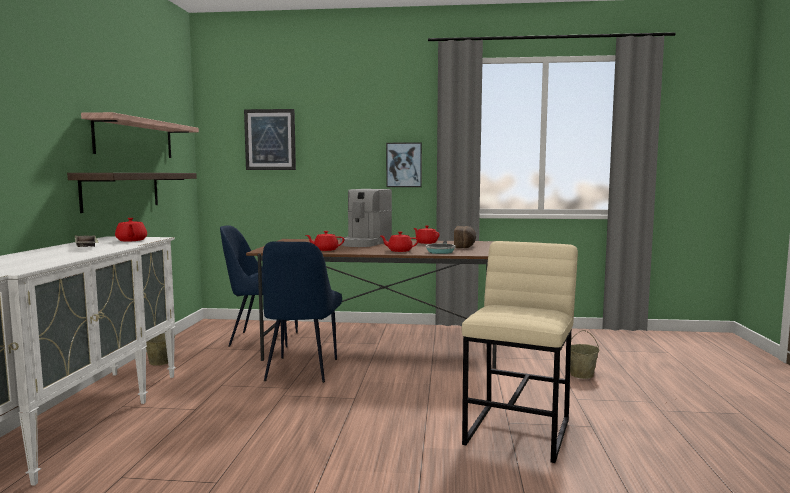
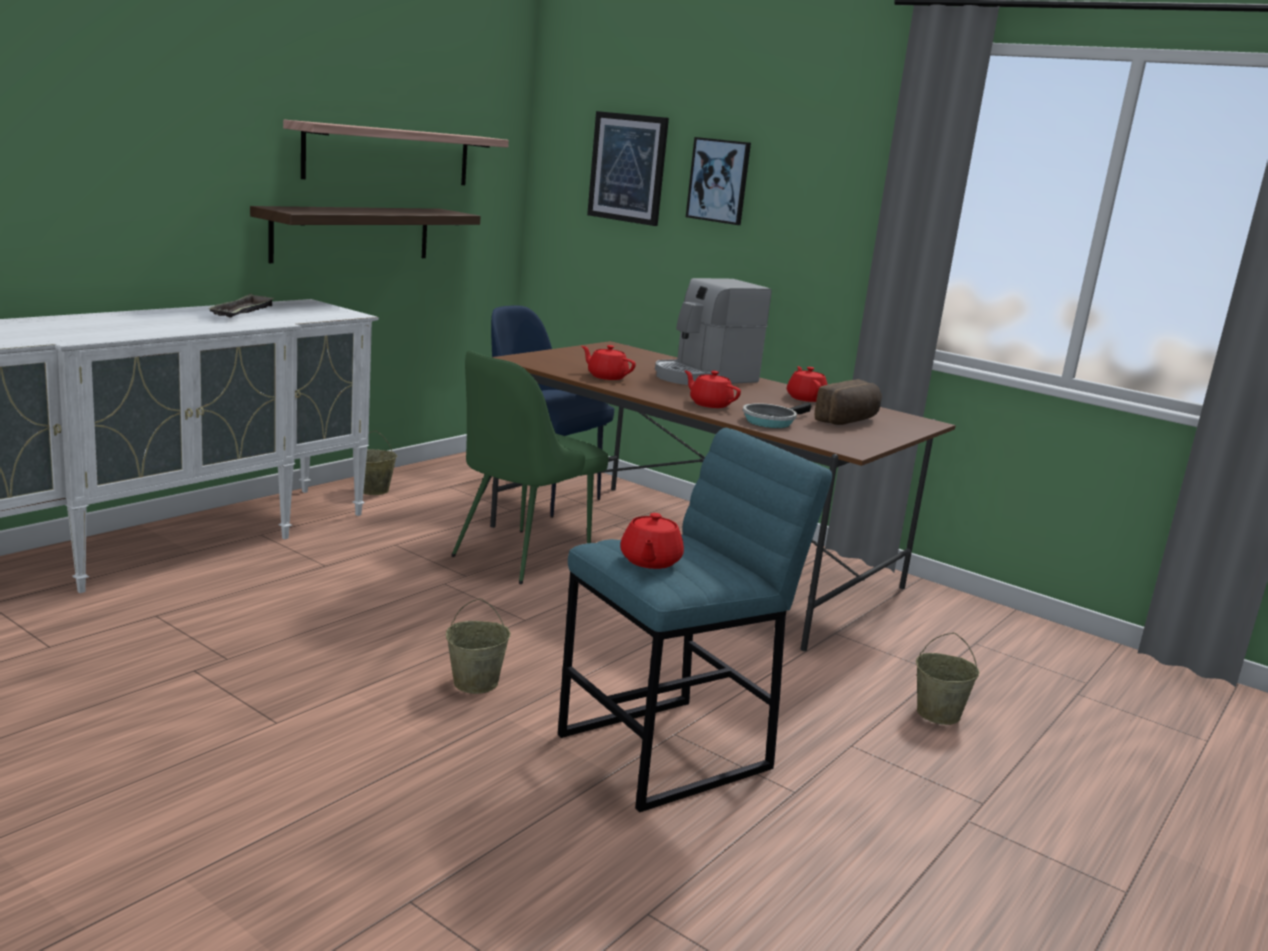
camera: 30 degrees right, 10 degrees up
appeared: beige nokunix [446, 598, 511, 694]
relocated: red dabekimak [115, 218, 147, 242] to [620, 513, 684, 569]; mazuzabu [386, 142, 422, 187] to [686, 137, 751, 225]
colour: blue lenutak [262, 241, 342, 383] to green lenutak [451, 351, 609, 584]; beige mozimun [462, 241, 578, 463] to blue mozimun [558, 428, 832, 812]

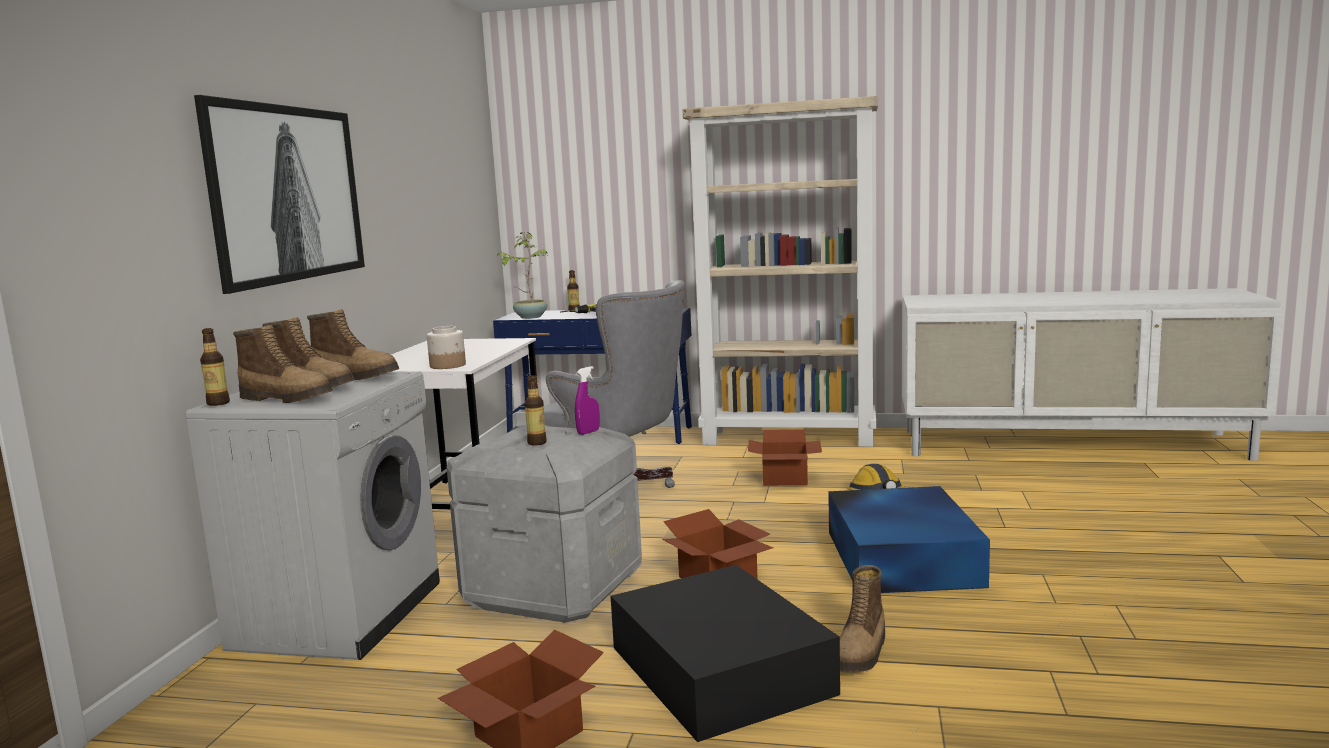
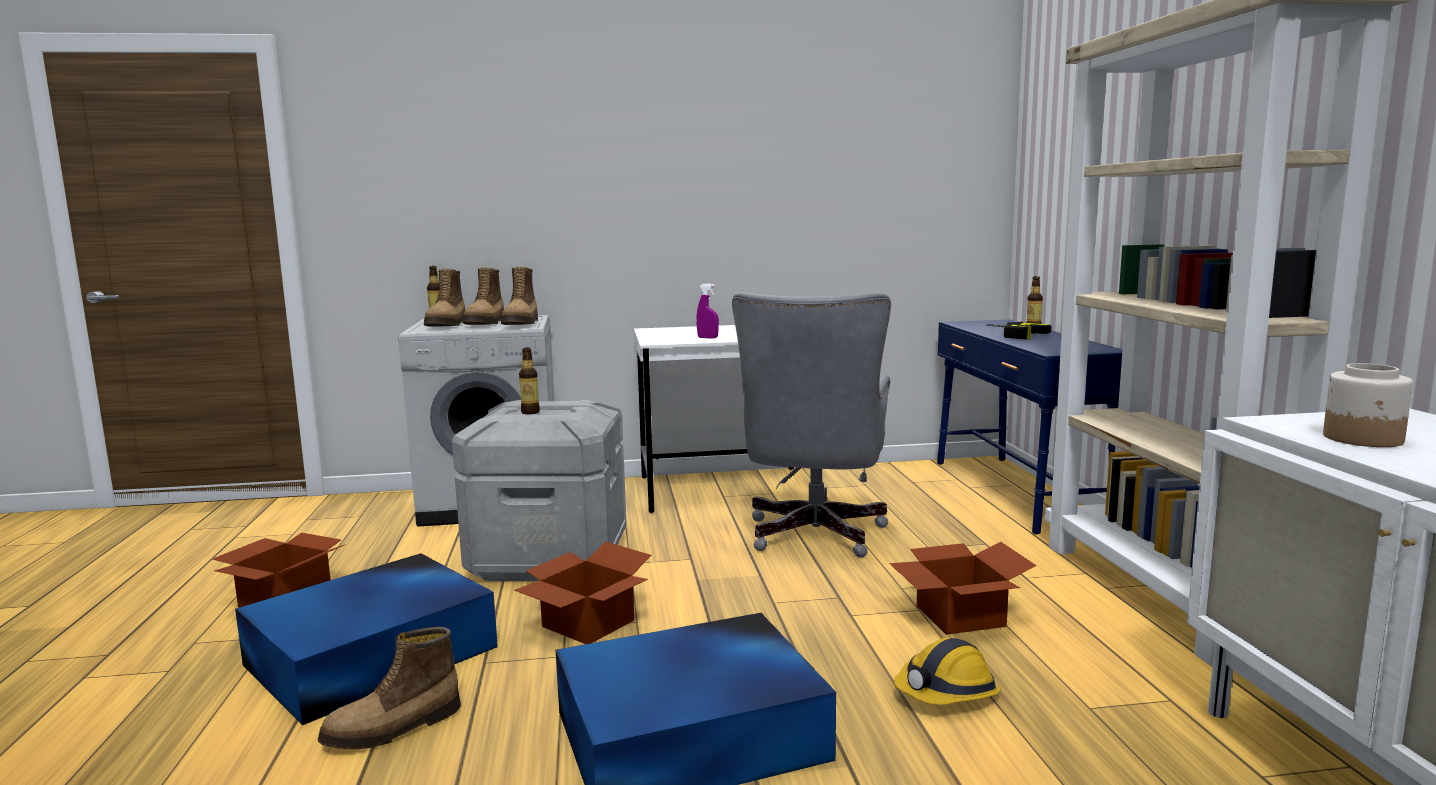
camera: 70 degrees right, 0 degrees up
missing: mazuzabu [194, 95, 365, 294]; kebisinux [497, 232, 549, 319]
relocated: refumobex [427, 326, 466, 369] to [1323, 363, 1413, 447]; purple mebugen [575, 366, 600, 435] to [696, 284, 719, 339]
colour: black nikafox [611, 565, 840, 742] to blue nikafox [235, 553, 498, 725]
spun: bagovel [840, 565, 885, 673] = [318, 627, 461, 749] 45 degrees counterclockwise

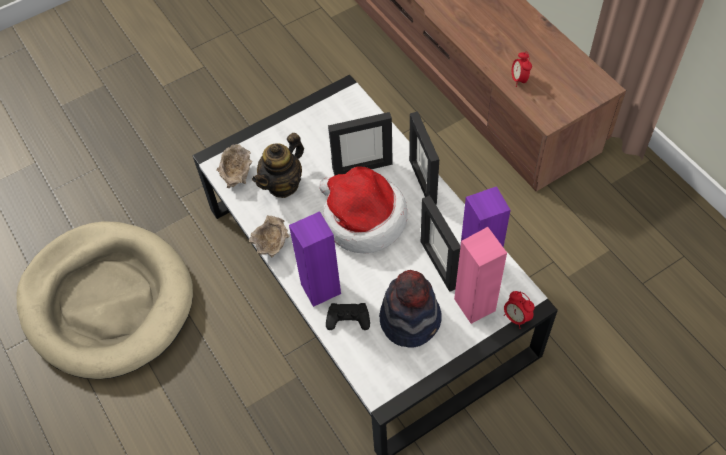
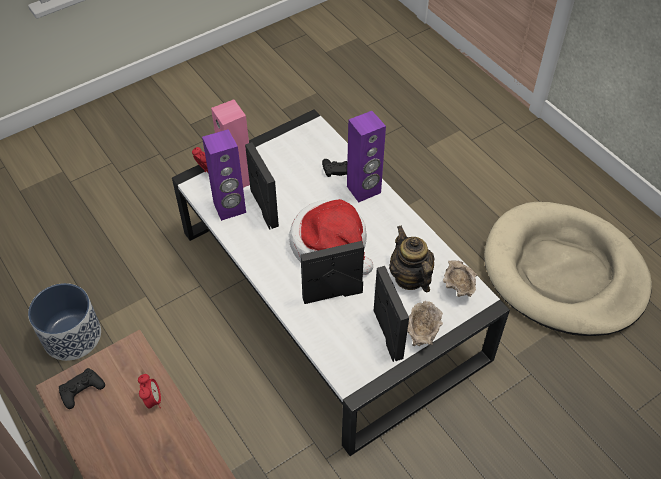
camera: 175 degrees right, 5 degrees down
missing: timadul [379, 270, 442, 347]
appeared: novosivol [28, 283, 101, 361]; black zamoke [59, 368, 105, 409]
relocated: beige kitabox [249, 215, 289, 257] to [407, 301, 443, 346]; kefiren [409, 111, 439, 205] to [374, 266, 409, 362]
spun: dabekimak [252, 133, 304, 198] = [389, 226, 435, 292] 60 degrees counterclockwise

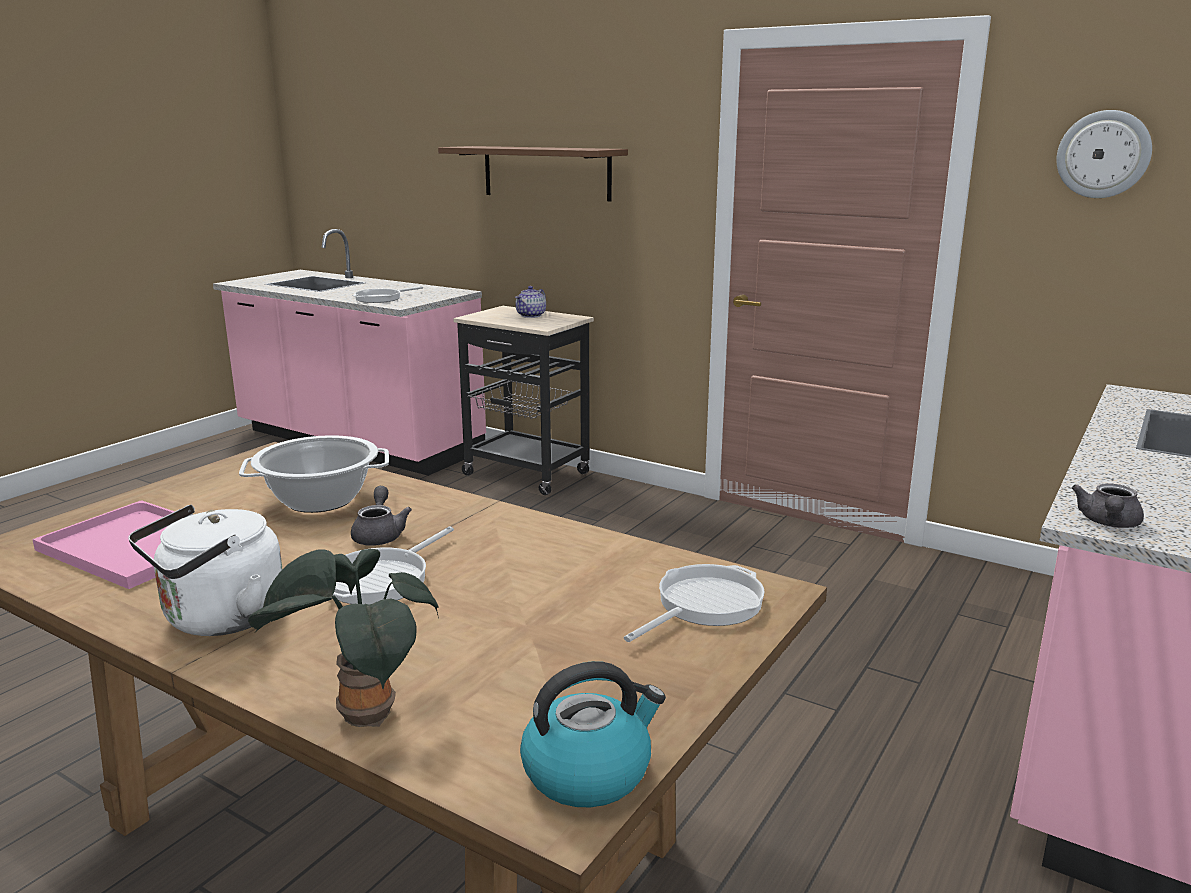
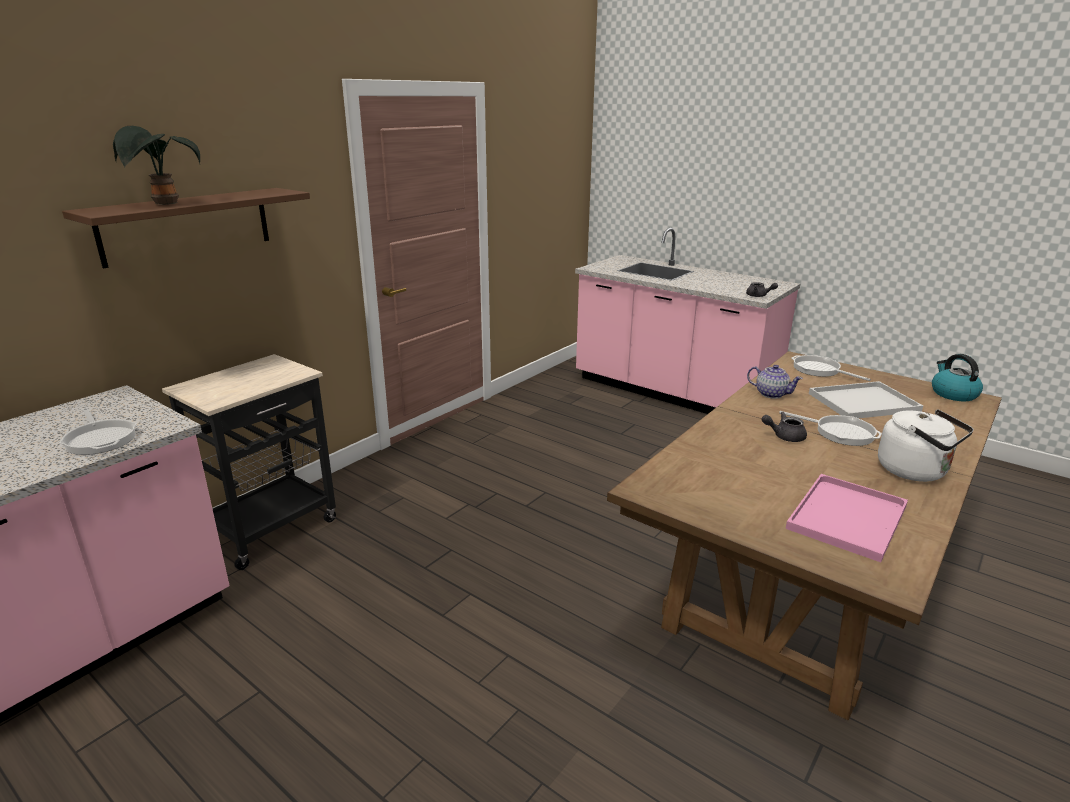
camera: 85 degrees left, 5 degrees up
missing: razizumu [239, 435, 389, 513]; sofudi [1056, 110, 1152, 198]
appeared: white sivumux [809, 381, 923, 418]
relocated: kebisinux [248, 549, 439, 727] to [113, 126, 200, 205]; dabekimak [515, 286, 546, 318] to [747, 365, 803, 399]

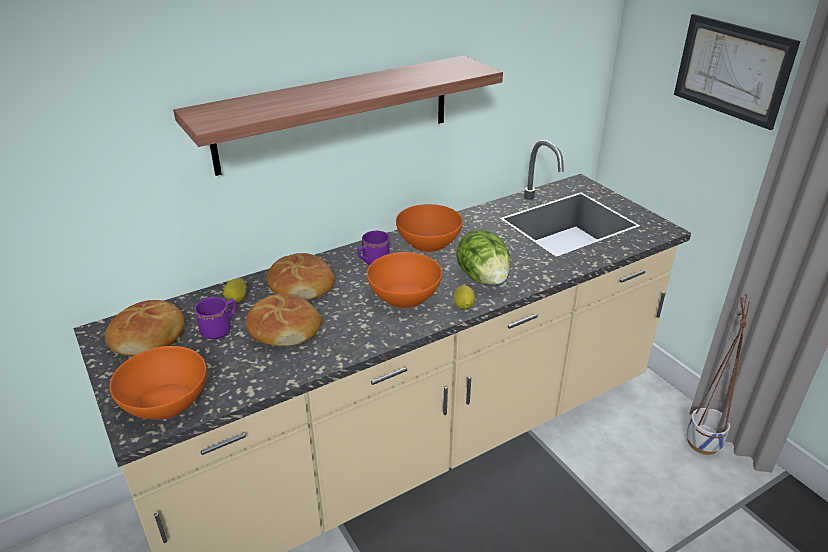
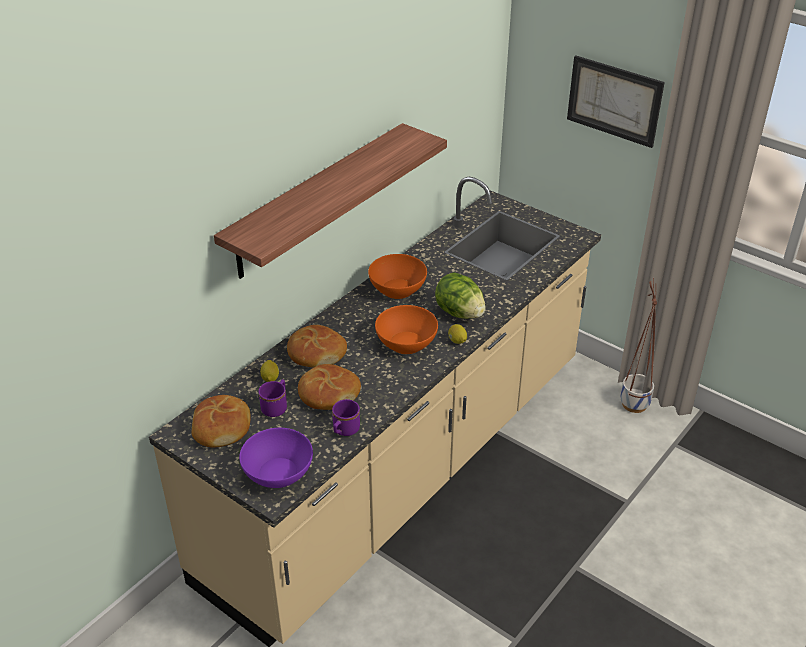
camera: 20 degrees left, 5 degrees up
relocated: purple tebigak [357, 231, 390, 265] to [332, 399, 360, 436]
colour: orange kitabox [109, 346, 207, 420] to purple kitabox [239, 428, 313, 488]

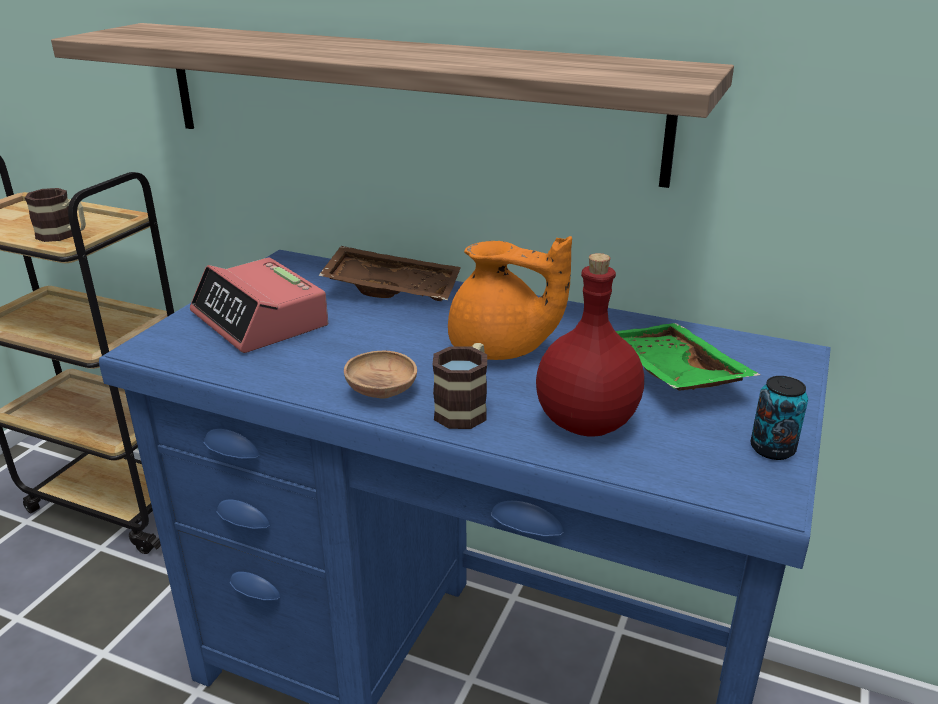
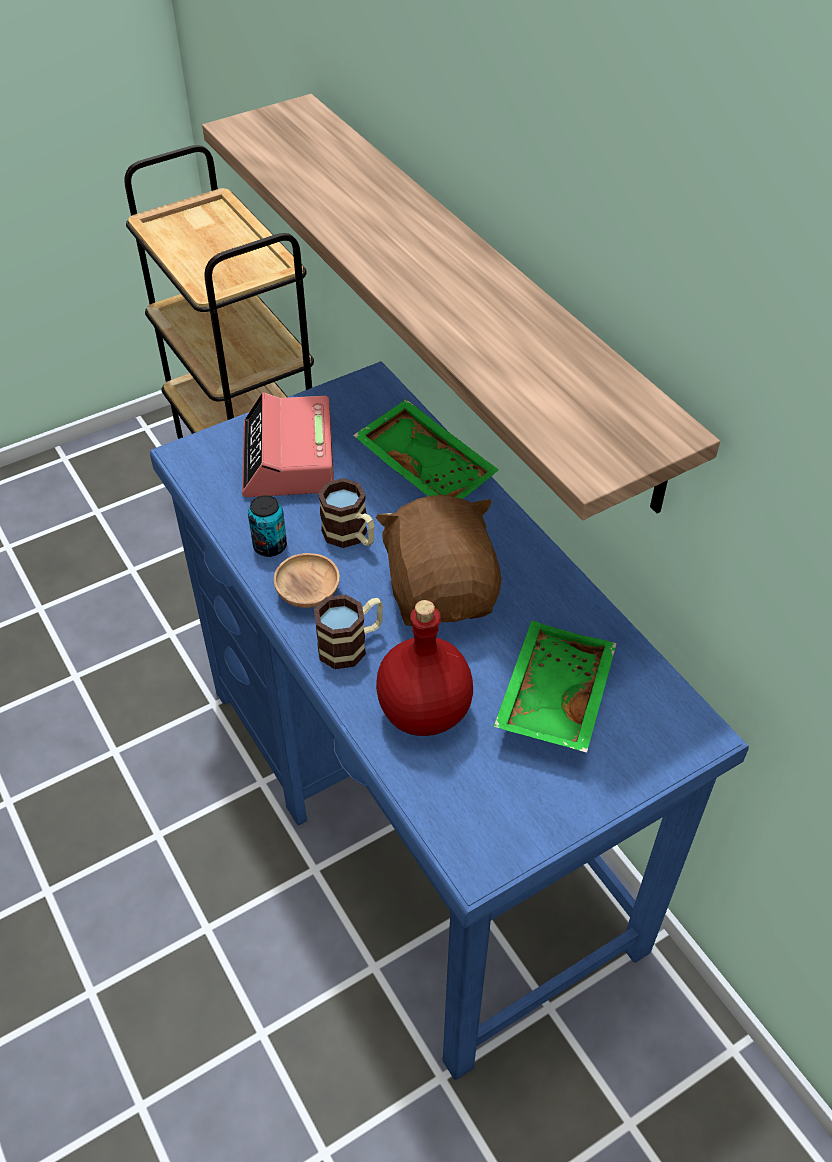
camera: 35 degrees right, 20 degrees up
relocated: tebigak [24, 188, 86, 242] to [318, 478, 375, 548]; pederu [750, 376, 808, 460] to [248, 495, 287, 557]
exchanged: orange dabekimak [448, 236, 572, 360] to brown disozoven [376, 495, 502, 626]
colour: brown sivumux [318, 246, 461, 301] to green sivumux [353, 399, 499, 499]

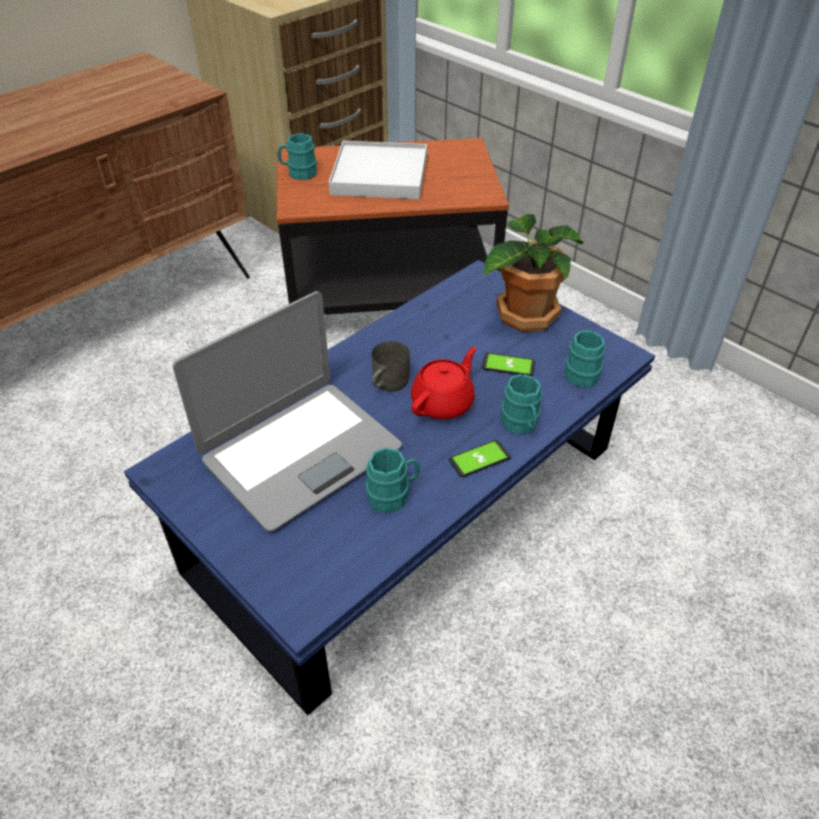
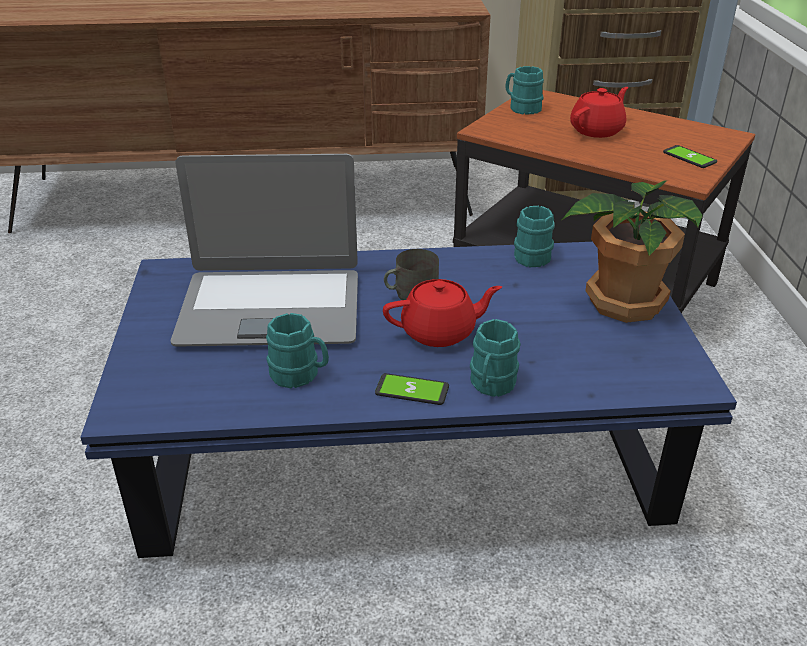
camera: 40 degrees right, 10 degrees down
relocated: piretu [482, 353, 535, 376] to [663, 145, 717, 168]; turquoise tebigak [565, 330, 605, 388] to [514, 206, 555, 267]
exchanged: white sivumux [329, 141, 427, 199] to red dabekimak [570, 87, 628, 138]

